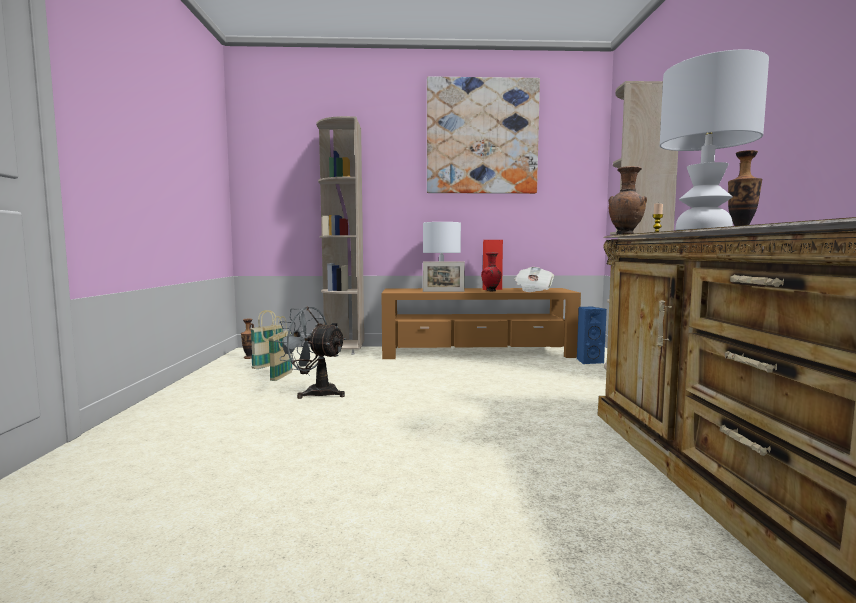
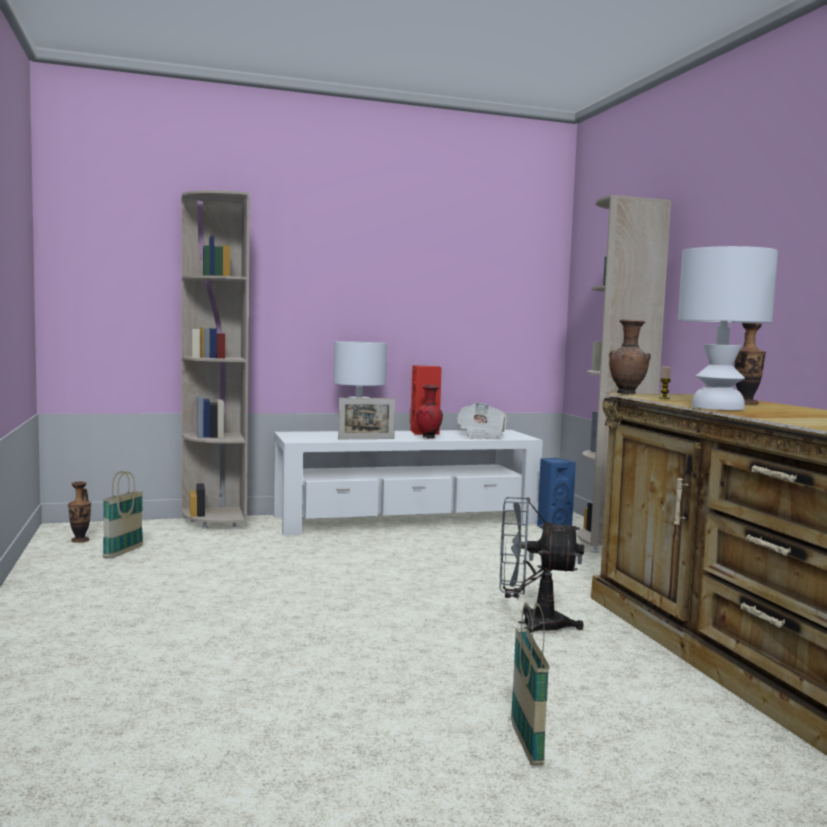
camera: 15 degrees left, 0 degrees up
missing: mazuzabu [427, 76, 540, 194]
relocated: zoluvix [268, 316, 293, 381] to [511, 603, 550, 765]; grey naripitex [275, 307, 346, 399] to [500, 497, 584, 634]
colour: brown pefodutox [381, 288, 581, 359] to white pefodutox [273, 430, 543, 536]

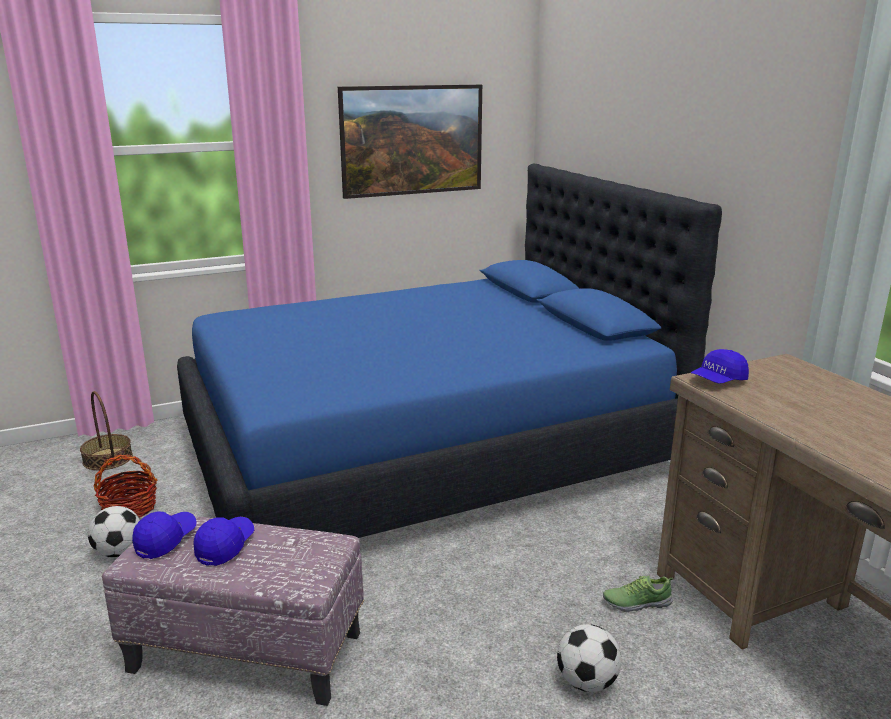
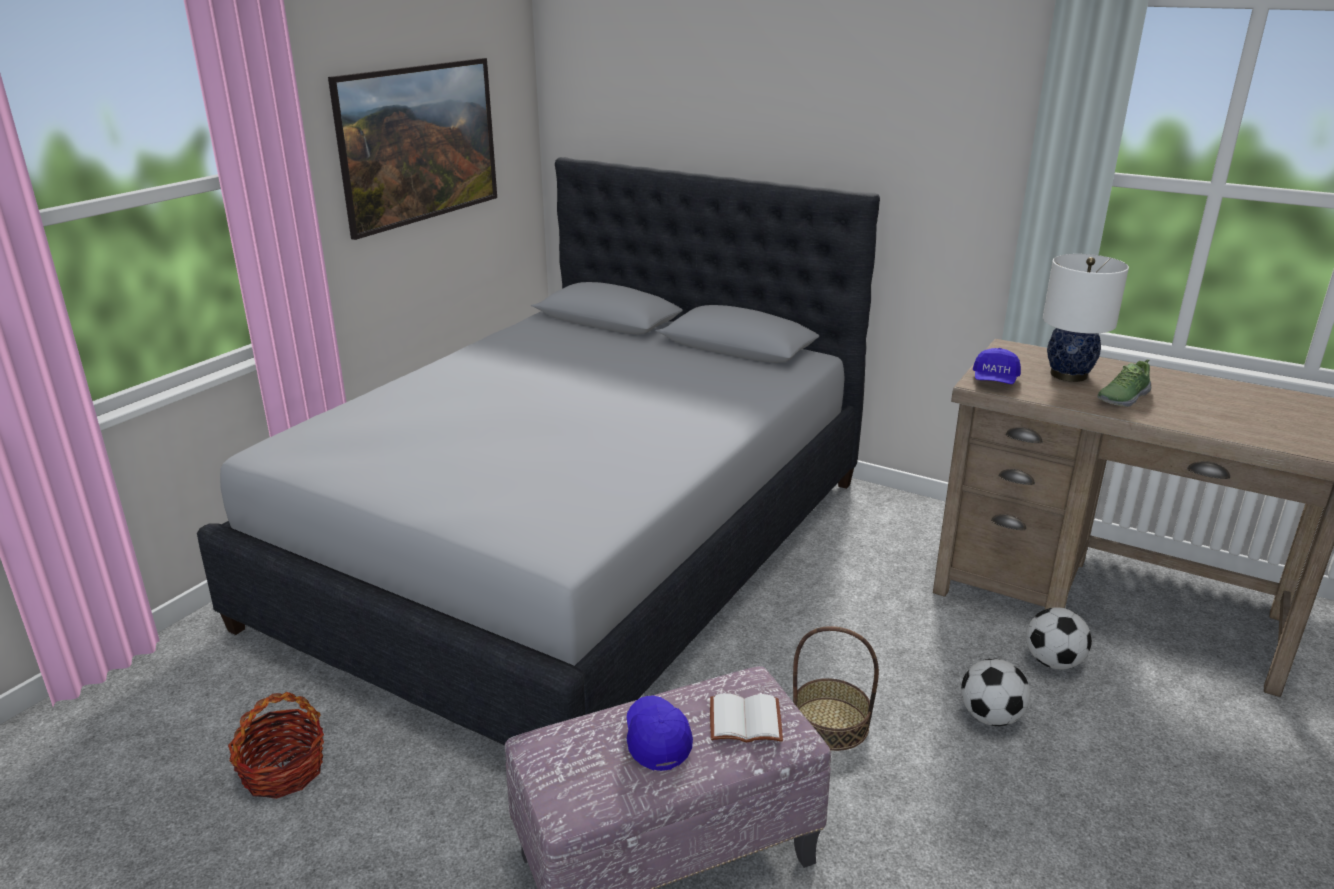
camera: 35 degrees left, 5 degrees up
missing: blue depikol [132, 511, 197, 559]
appeared: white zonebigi [710, 693, 783, 742]; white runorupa [1043, 254, 1129, 382]
relocated: zoluvix [80, 391, 133, 470] to [793, 626, 879, 751]; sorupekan [88, 506, 140, 557] to [1026, 607, 1092, 669]; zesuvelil [603, 576, 673, 612] to [1097, 359, 1151, 407]
colour: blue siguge [177, 164, 722, 538] to grey siguge [197, 157, 880, 745]

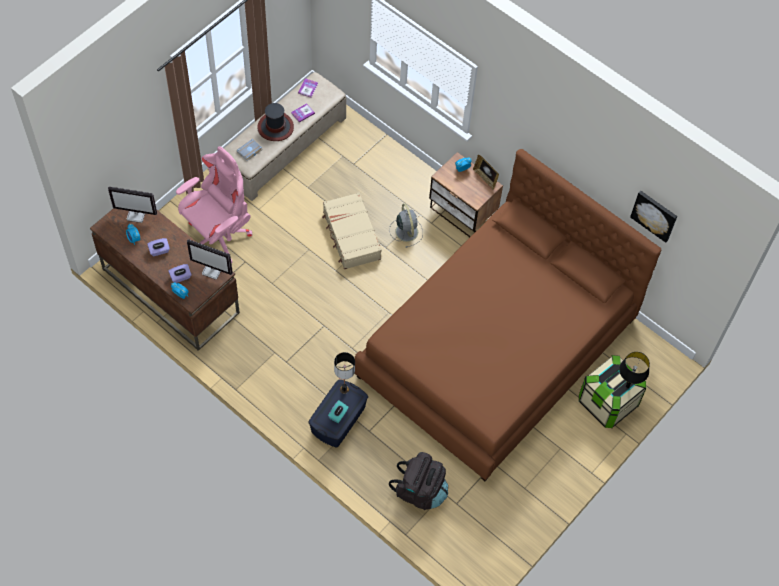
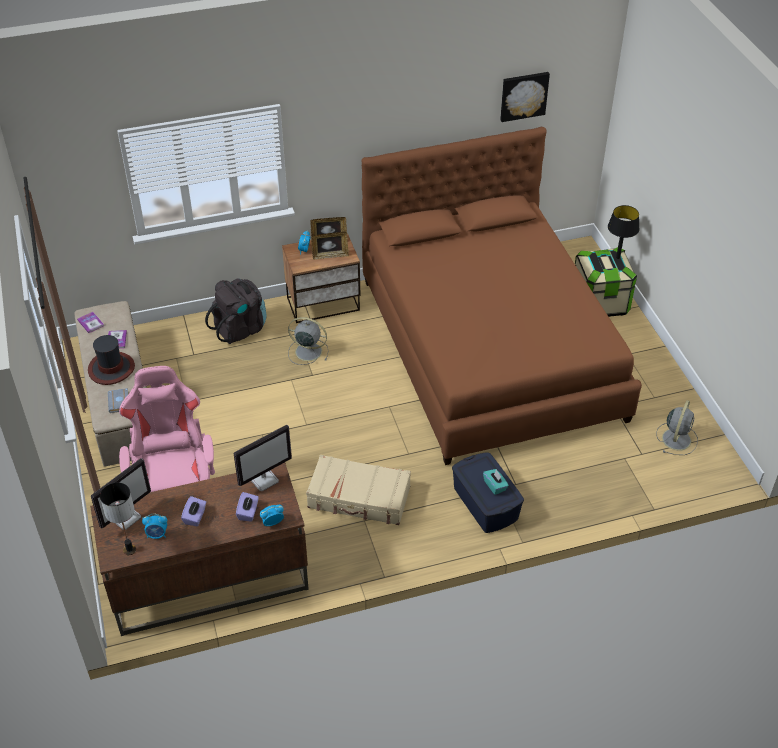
camera: 55 degrees left, 15 degrees down
appeared: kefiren [311, 232, 349, 260]; grey naripitex [656, 400, 698, 455]
relocated: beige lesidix [322, 192, 382, 269] to [306, 455, 411, 525]; runorupa [334, 352, 355, 394] to [100, 482, 136, 555]; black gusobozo [389, 452, 448, 510] to [205, 278, 267, 344]

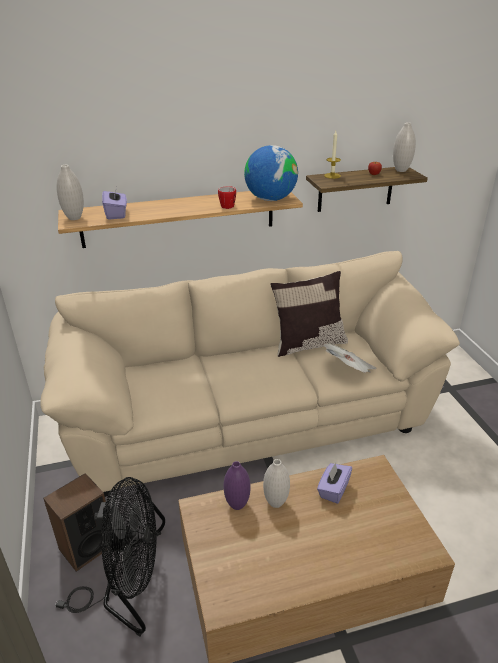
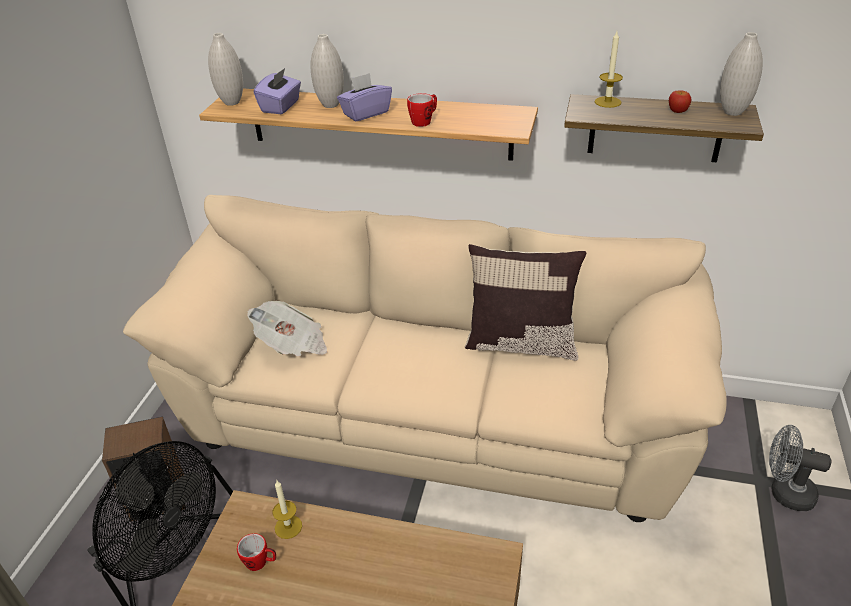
camera: 30 degrees right, 5 degrees up
missing: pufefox [244, 145, 298, 201]
appeared: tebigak [237, 533, 276, 571]; grey naripitex [769, 425, 831, 511]
relocated: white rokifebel [263, 459, 290, 508] to [310, 34, 344, 108]; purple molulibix [317, 462, 352, 504] to [337, 73, 392, 122]; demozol [323, 343, 377, 373] to [247, 301, 327, 357]
exchanged: purple rokifebel [224, 461, 251, 510] to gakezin [273, 481, 302, 539]

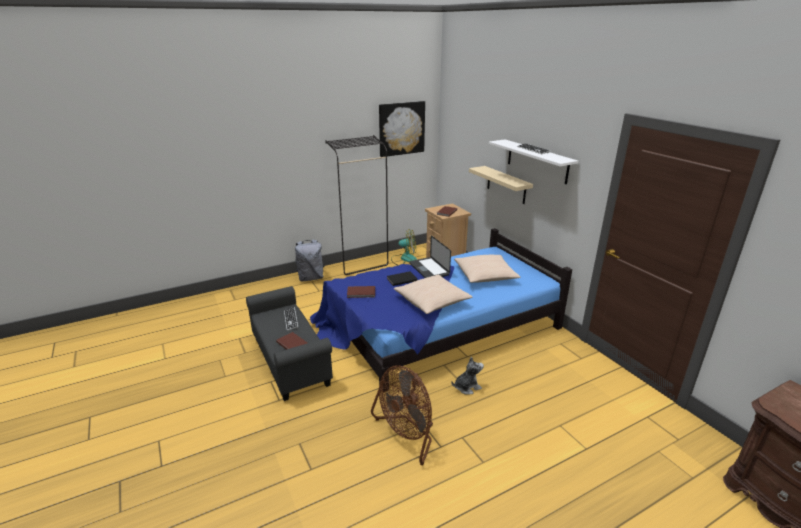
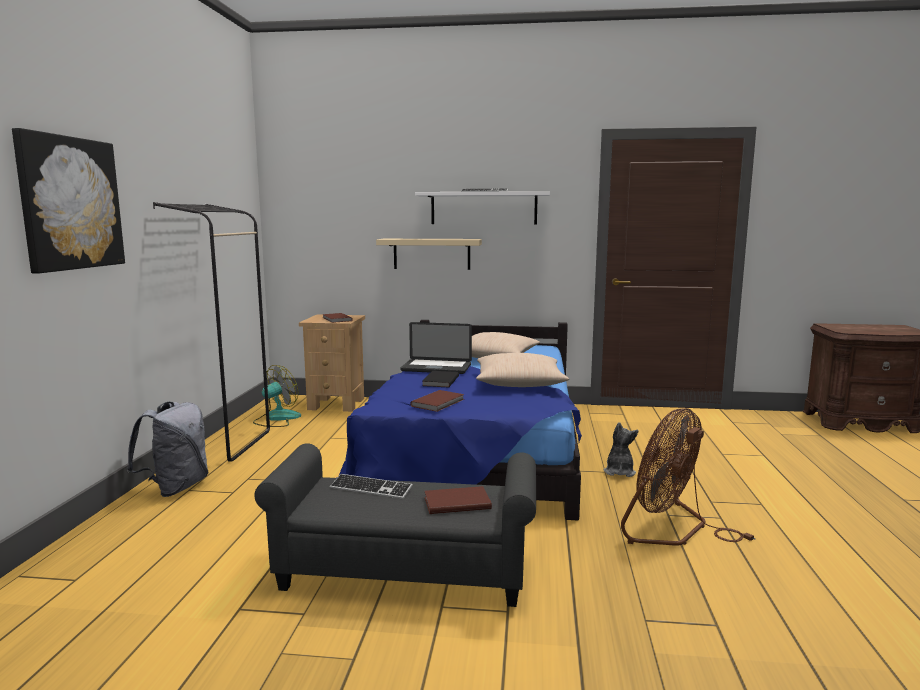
camera: 55 degrees left, 15 degrees down
relocated: mazuzabu [379, 101, 425, 157] to [12, 128, 125, 273]
spun: brown naripitex [371, 365, 433, 466] = [621, 408, 754, 546] 135 degrees clockwise

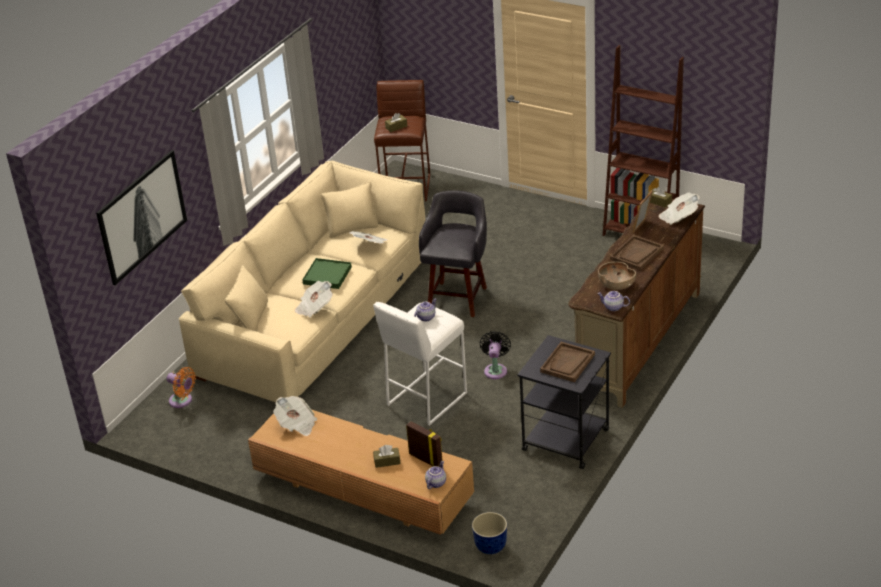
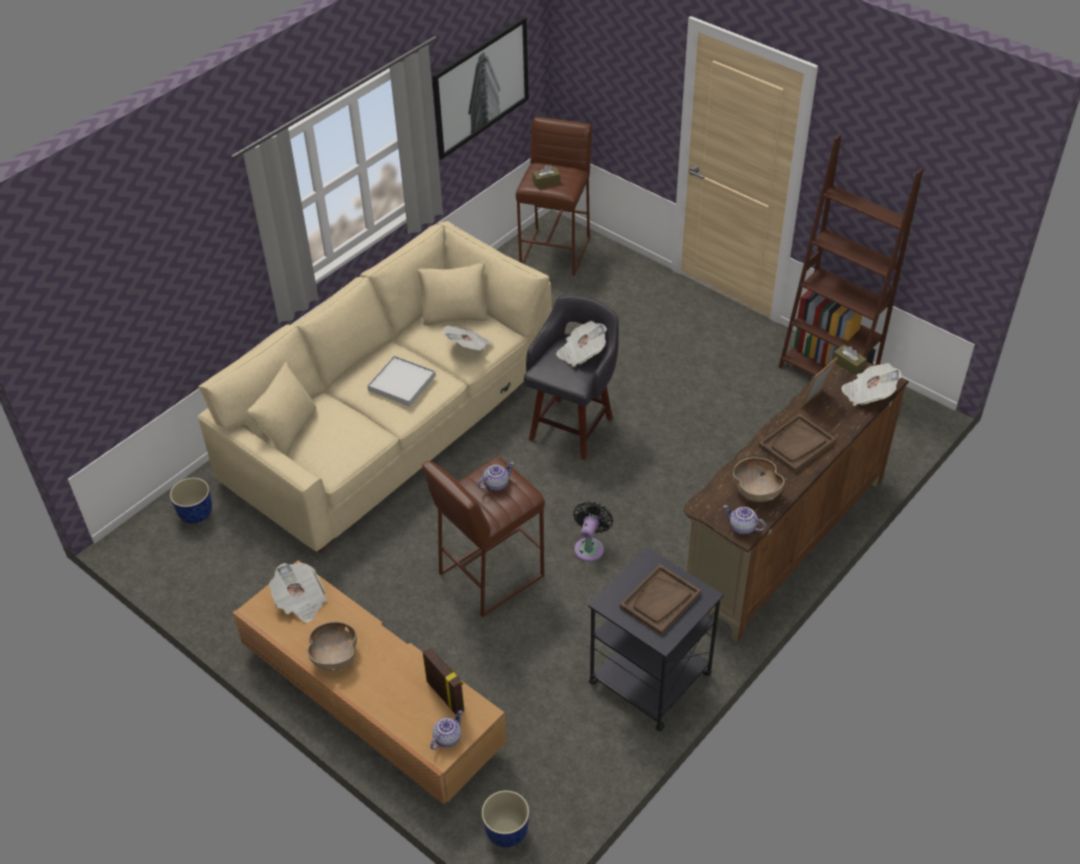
camera: 10 degrees right, 10 degrees up
missing: brown molulibix [373, 445, 400, 468]
appeared: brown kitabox [307, 621, 357, 671]
relocated: mazuzabu [96, 150, 187, 285] to [432, 17, 529, 160]; demozol [295, 281, 333, 317] to [556, 321, 607, 367]
exchanged: orange naripitex [167, 367, 196, 408] to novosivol [170, 478, 212, 524]
colour: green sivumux [302, 258, 352, 289] to white sivumux [367, 356, 436, 407]; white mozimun [373, 302, 467, 426] to brown mozimun [422, 457, 545, 617]

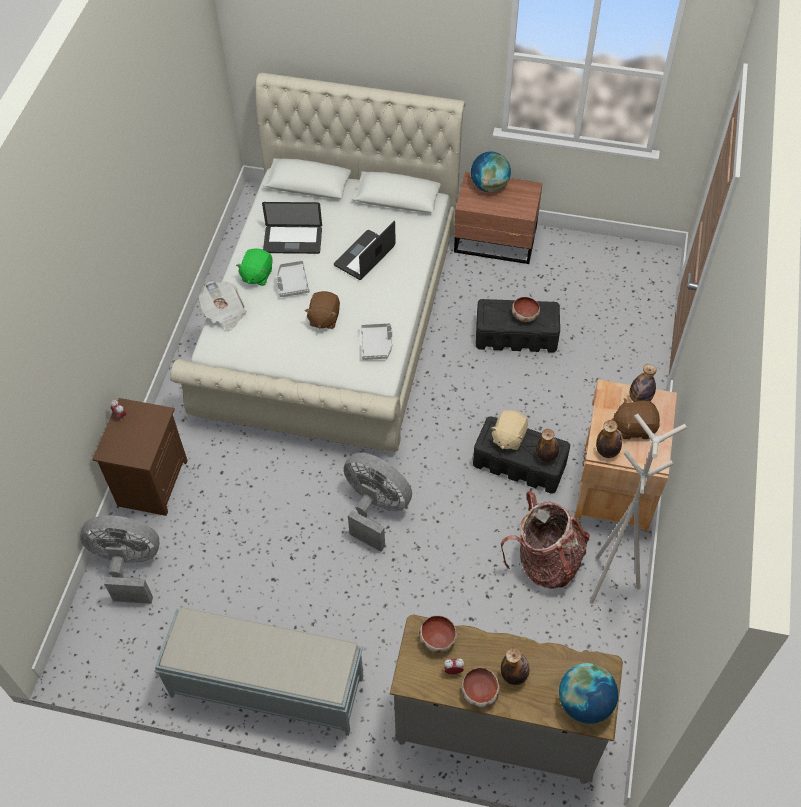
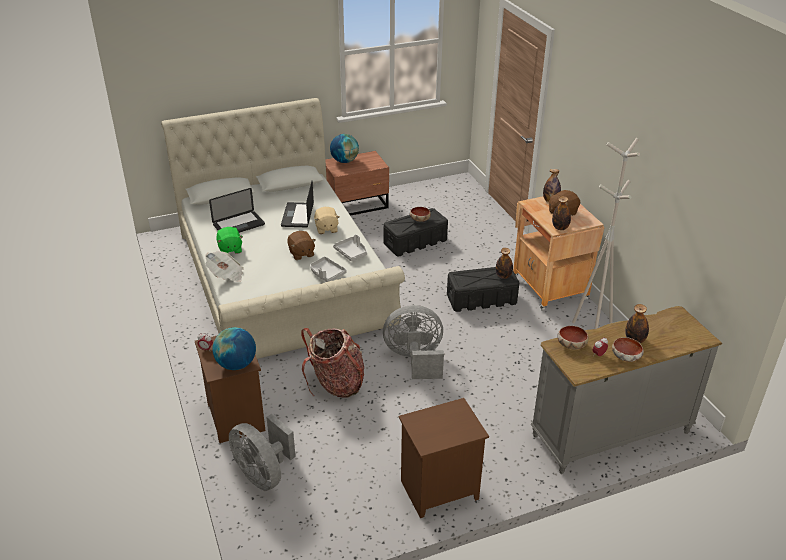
camera: 35 degrees left, 20 degrees down
relocated: grey sivumux [276, 261, 310, 297] to [310, 256, 347, 282]; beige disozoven [491, 410, 528, 450] to [314, 207, 339, 234]; gusobozo [501, 491, 590, 589] to [301, 328, 364, 397]; pufefox [559, 663, 618, 724] to [213, 327, 256, 370]
exchanged: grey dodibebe [154, 608, 364, 736] to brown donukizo [399, 398, 489, 518]
spun: grey naripitex [80, 515, 160, 604] = [229, 414, 296, 491] 105 degrees counterclockwise

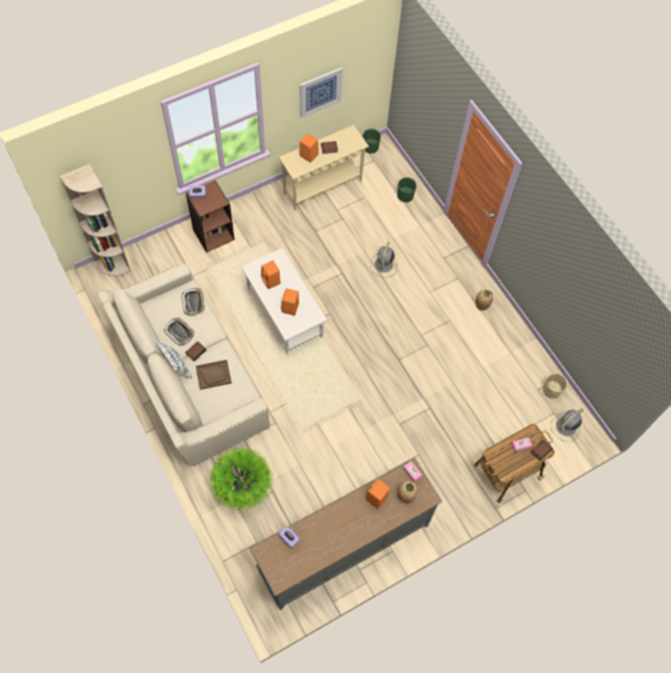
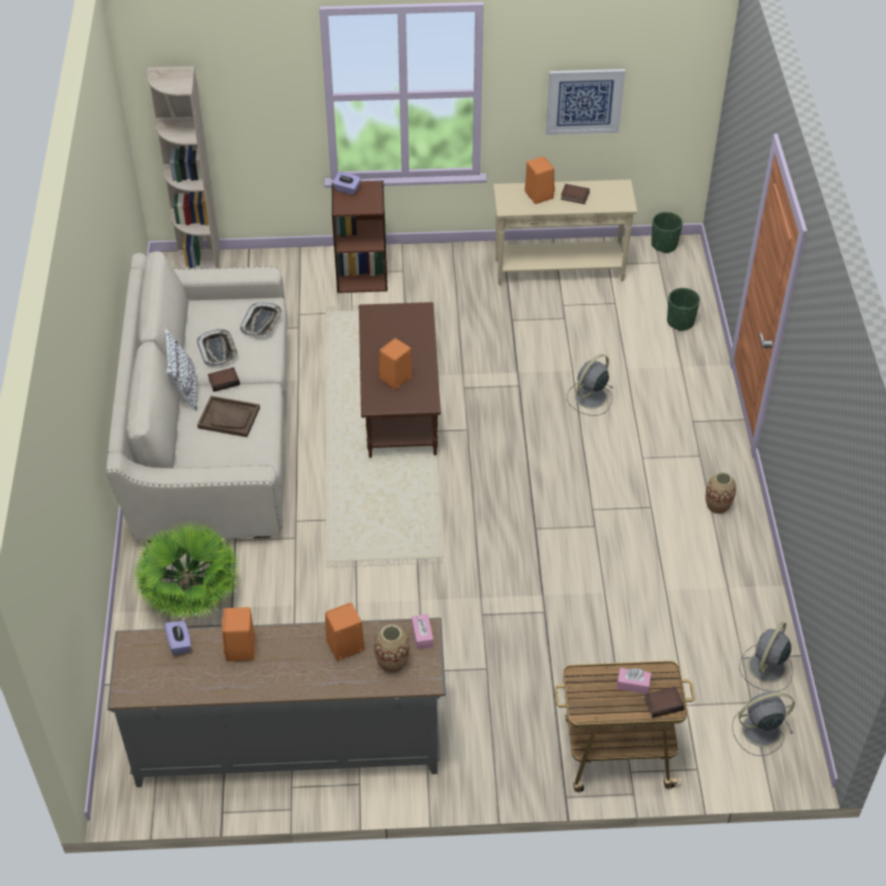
camera: 30 degrees right, 15 degrees down
relocated: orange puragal [261, 260, 280, 289] to [222, 607, 255, 661]
exchanged: beige novosivol [543, 373, 567, 399] to grey naripitex [739, 621, 793, 692]
colour: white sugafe [241, 248, 327, 354] to brown sugafe [359, 302, 441, 458]

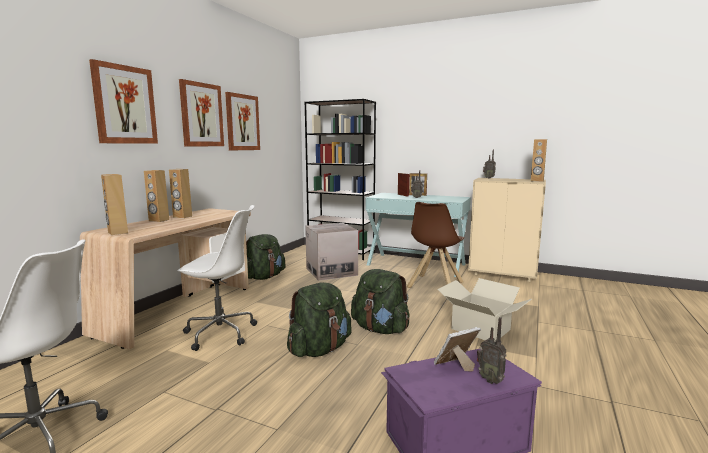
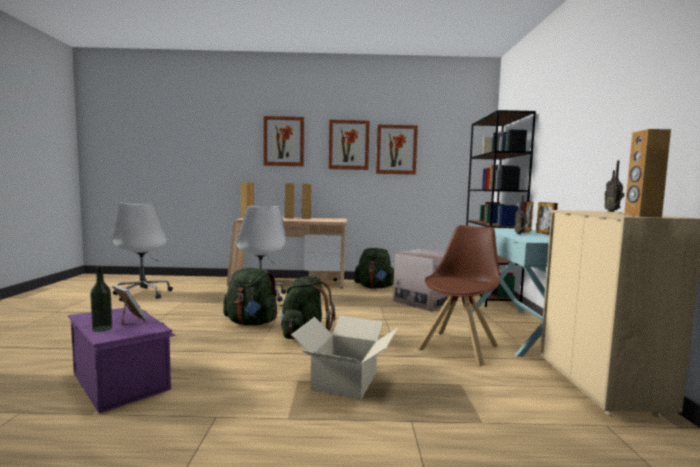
camera: 65 degrees right, 5 degrees down
exchanged: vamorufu [477, 317, 507, 384] to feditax [90, 266, 112, 332]
spun: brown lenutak [406, 202, 464, 288] = [417, 225, 500, 365] 120 degrees clockwise

